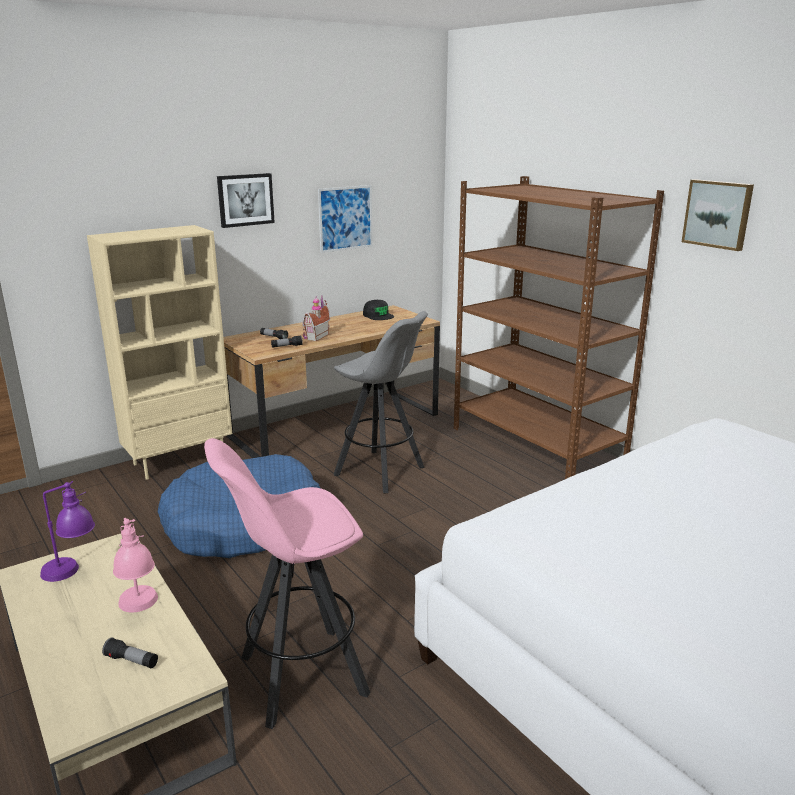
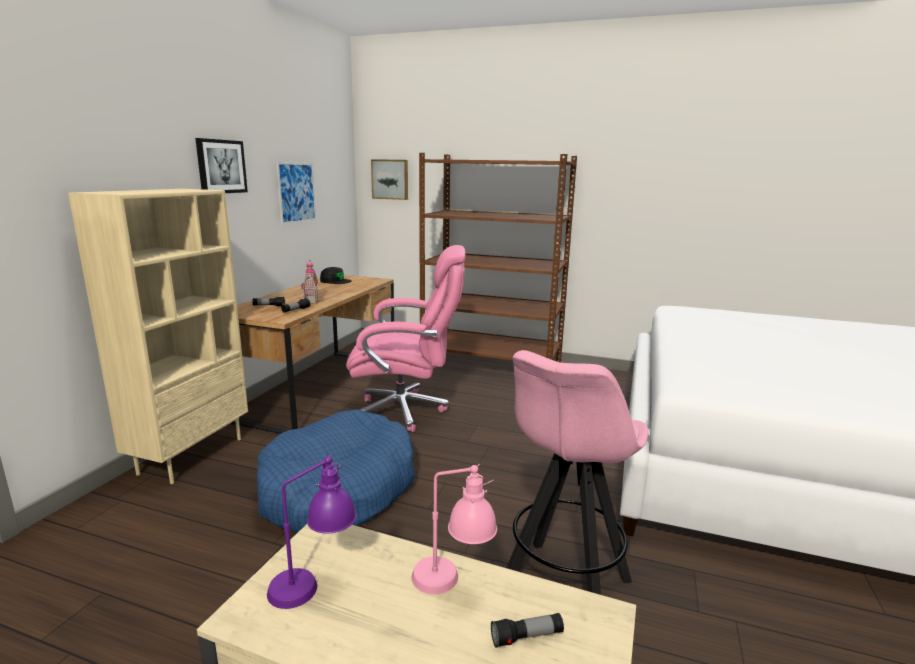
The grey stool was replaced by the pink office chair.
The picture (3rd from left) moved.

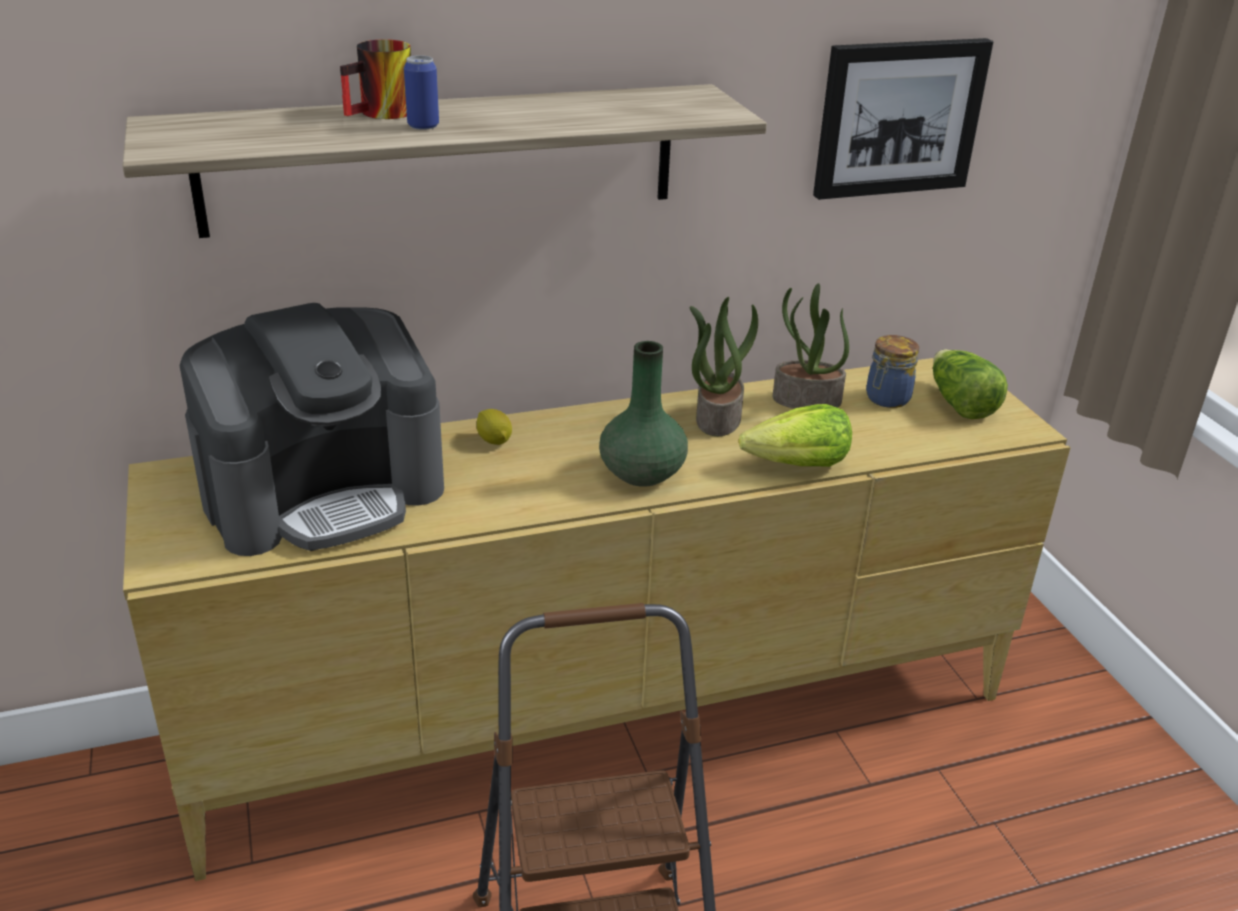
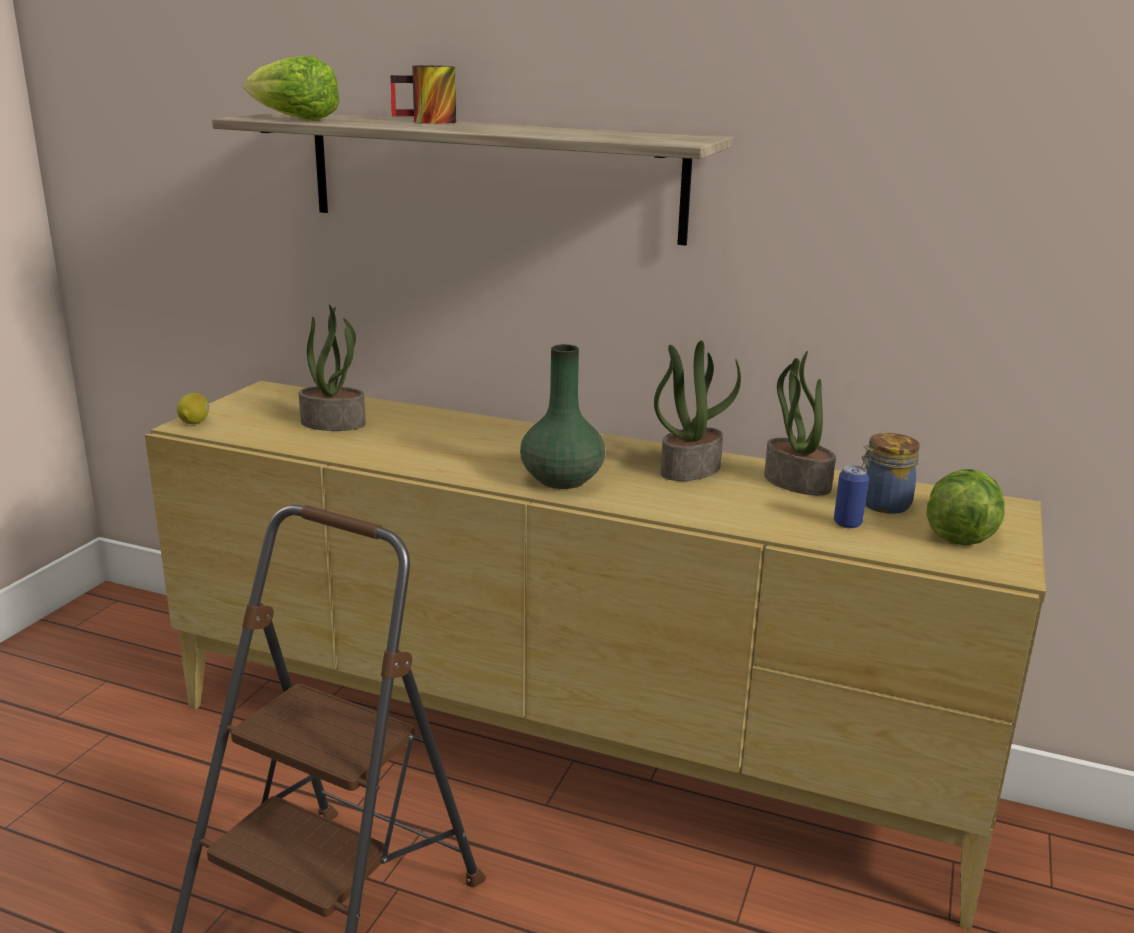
The coffee machine was replaced by the potted plant (1st from left).
The can moved.
The lemon moved.
The lettuce (1st from left) moved.
The picture disappeared.

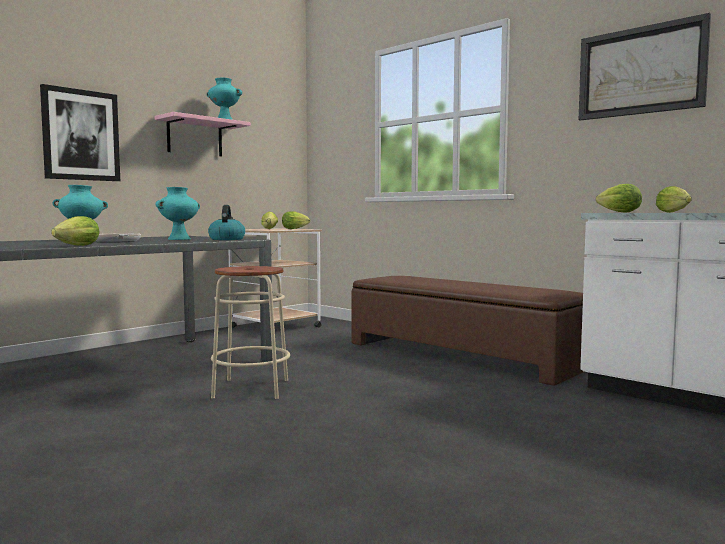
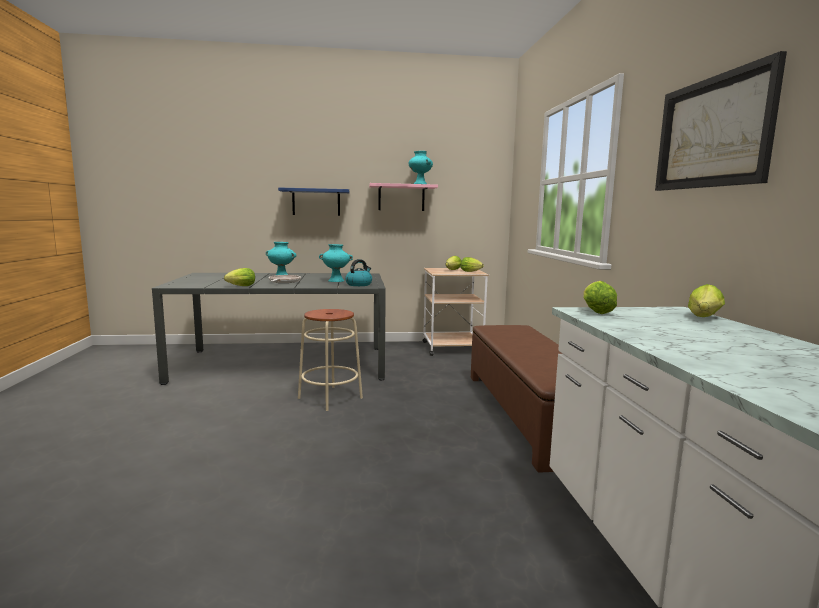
The picture (1st from left) was replaced by the blue shelf.

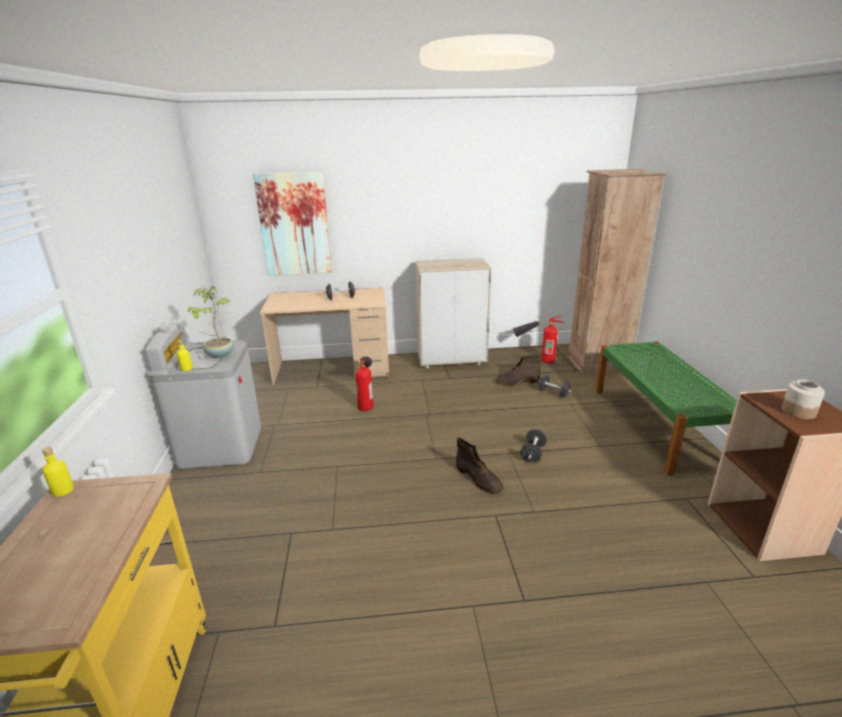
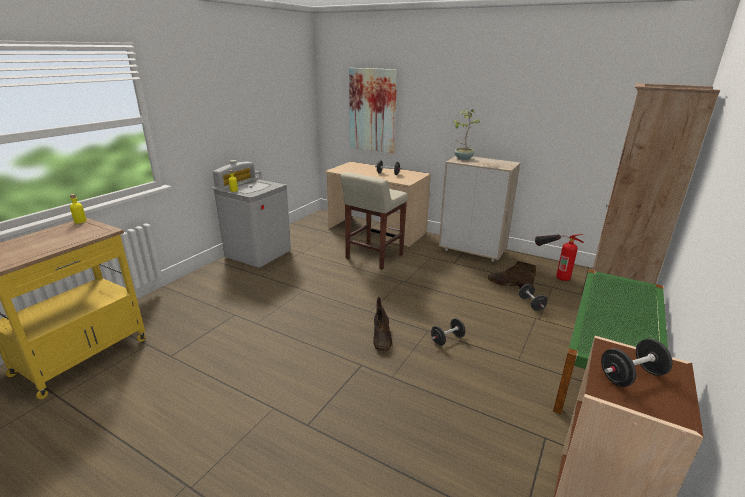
The potted plant moved.
The fire extinguisher (1st from left) was replaced by the beige stool.
The jar was replaced by the black dumbbell (4th from left).

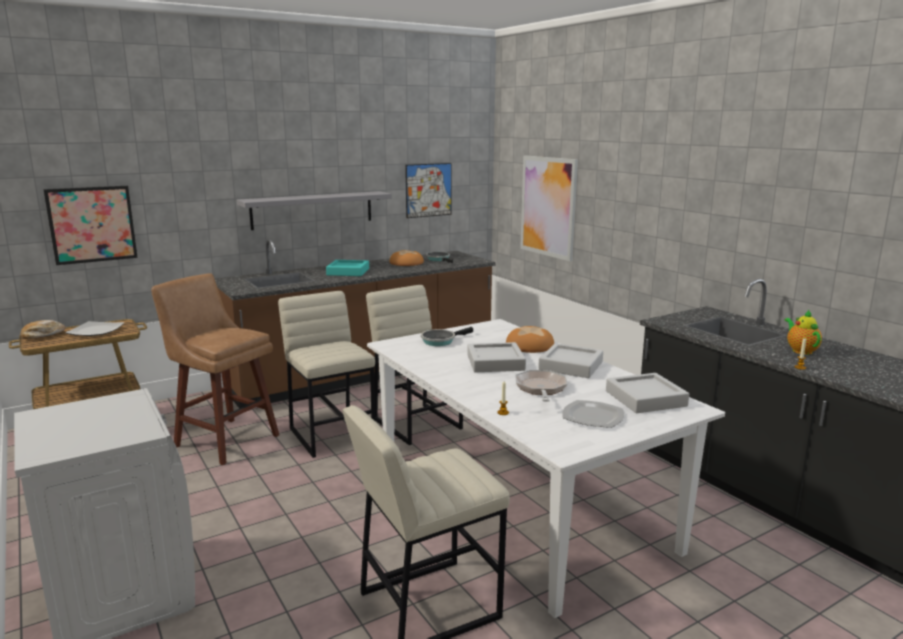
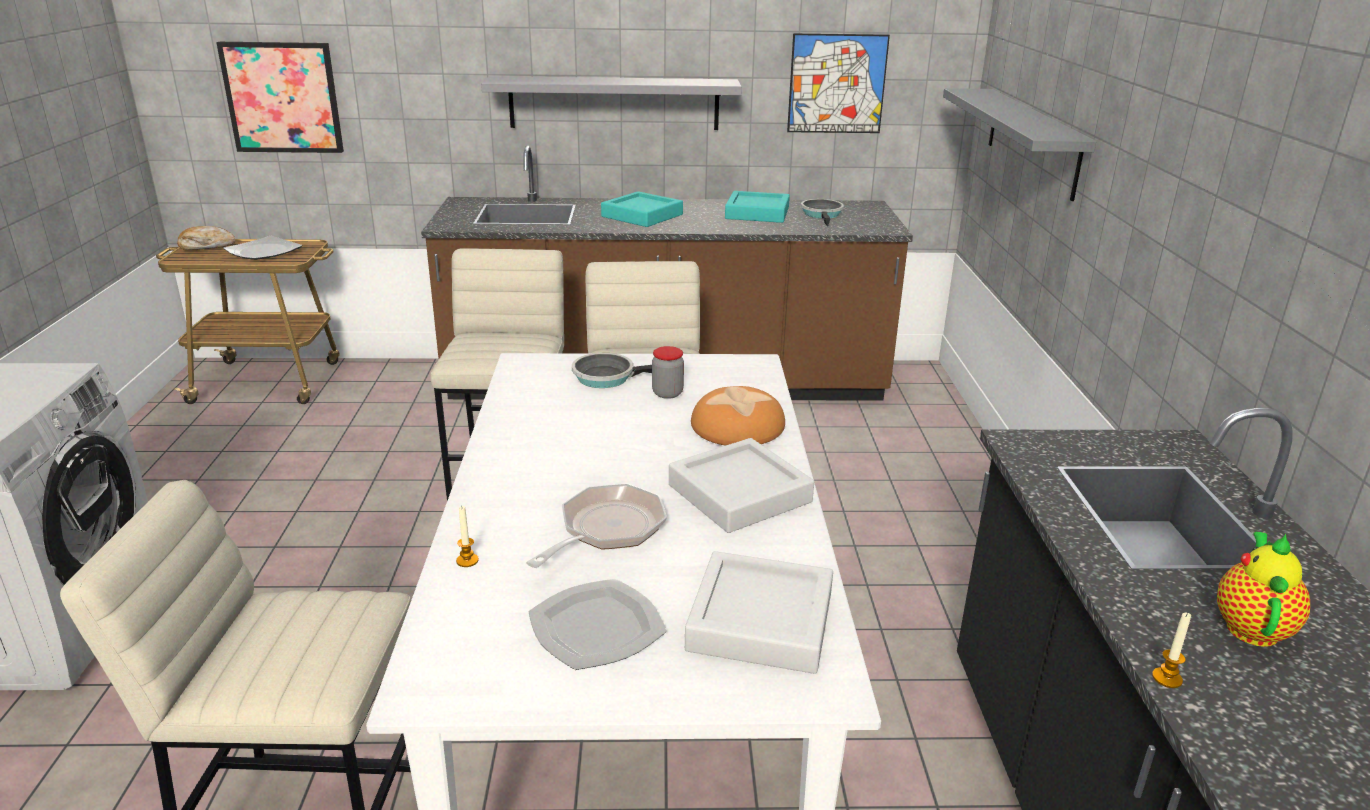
The brown stool disappeared.
The bread (2nd from left) was replaced by the turquoise tray (2nd from left).
The grey tray (1st from left) disappeared.
The picture (3rd from left) was replaced by the grey shelf (2nd from left).
The jar appeared.

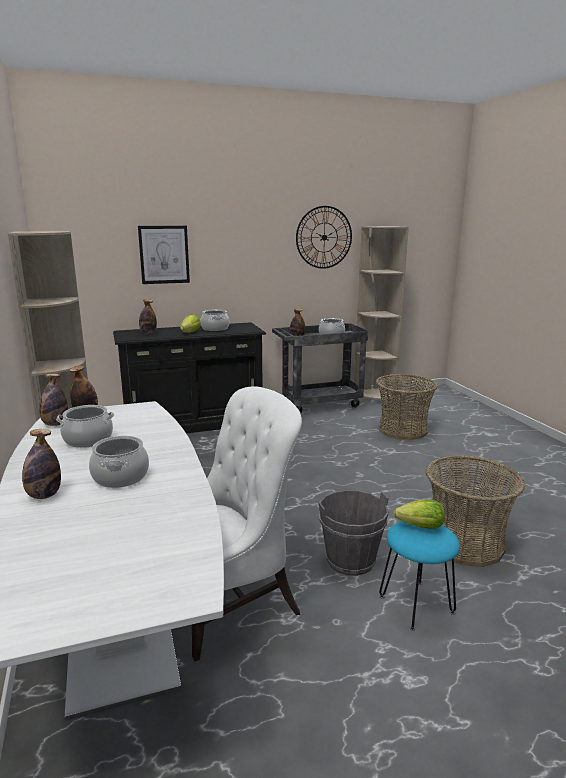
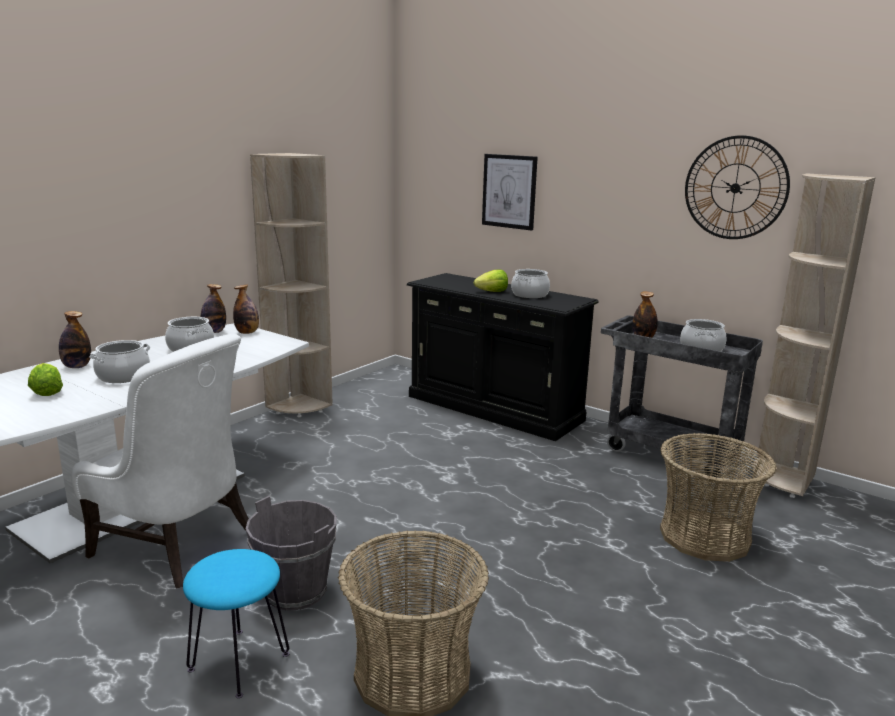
The bottle (4th from left) disappeared.
The lettuce (2nd from left in the first image) moved.

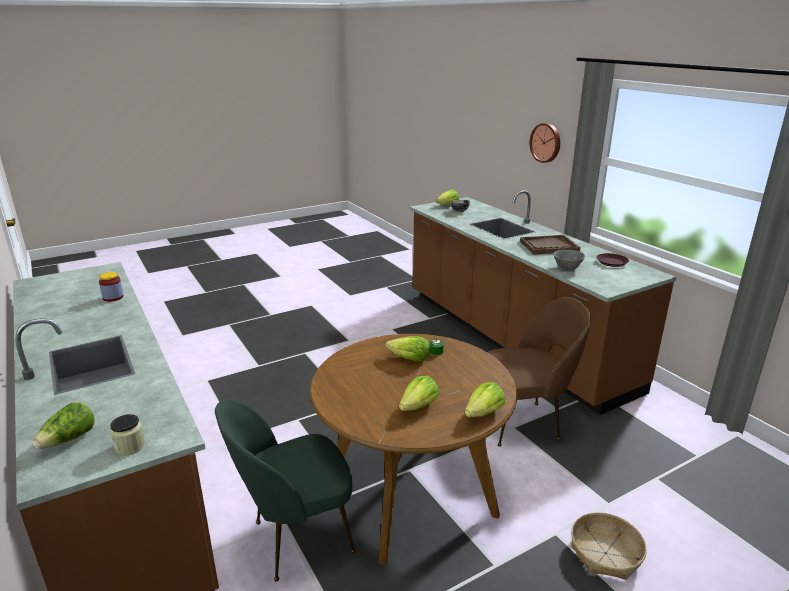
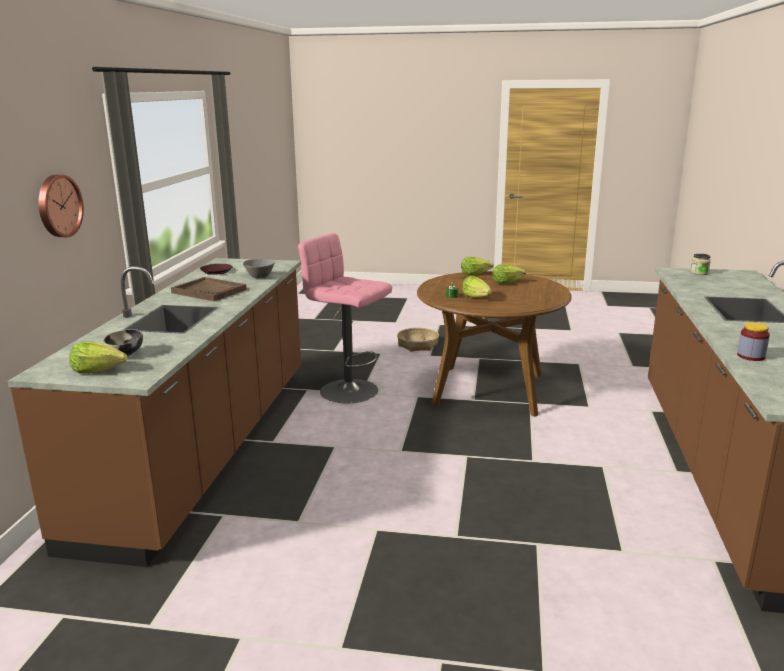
The lettuce (1st from left) disappeared.
The green chair disappeared.
The brown chair was replaced by the pink stool.

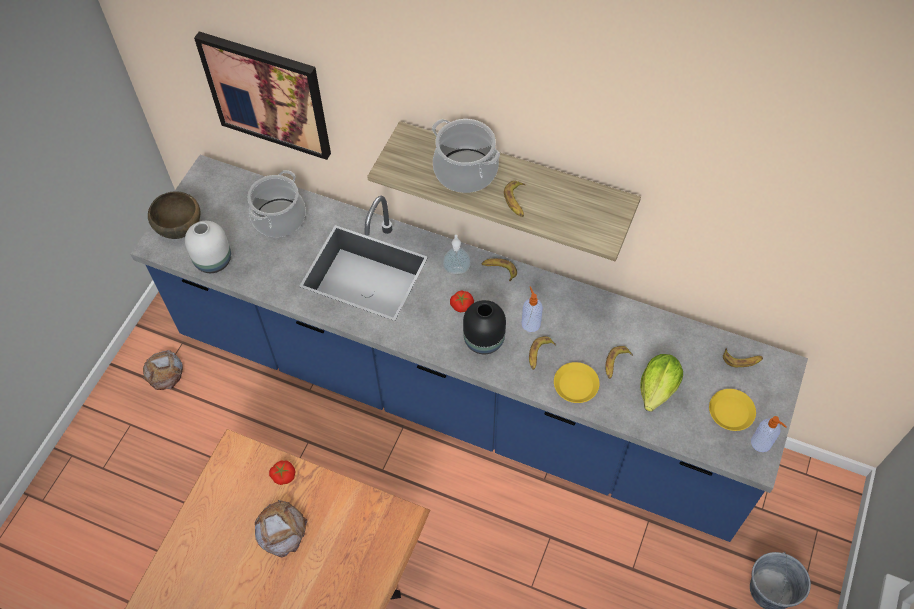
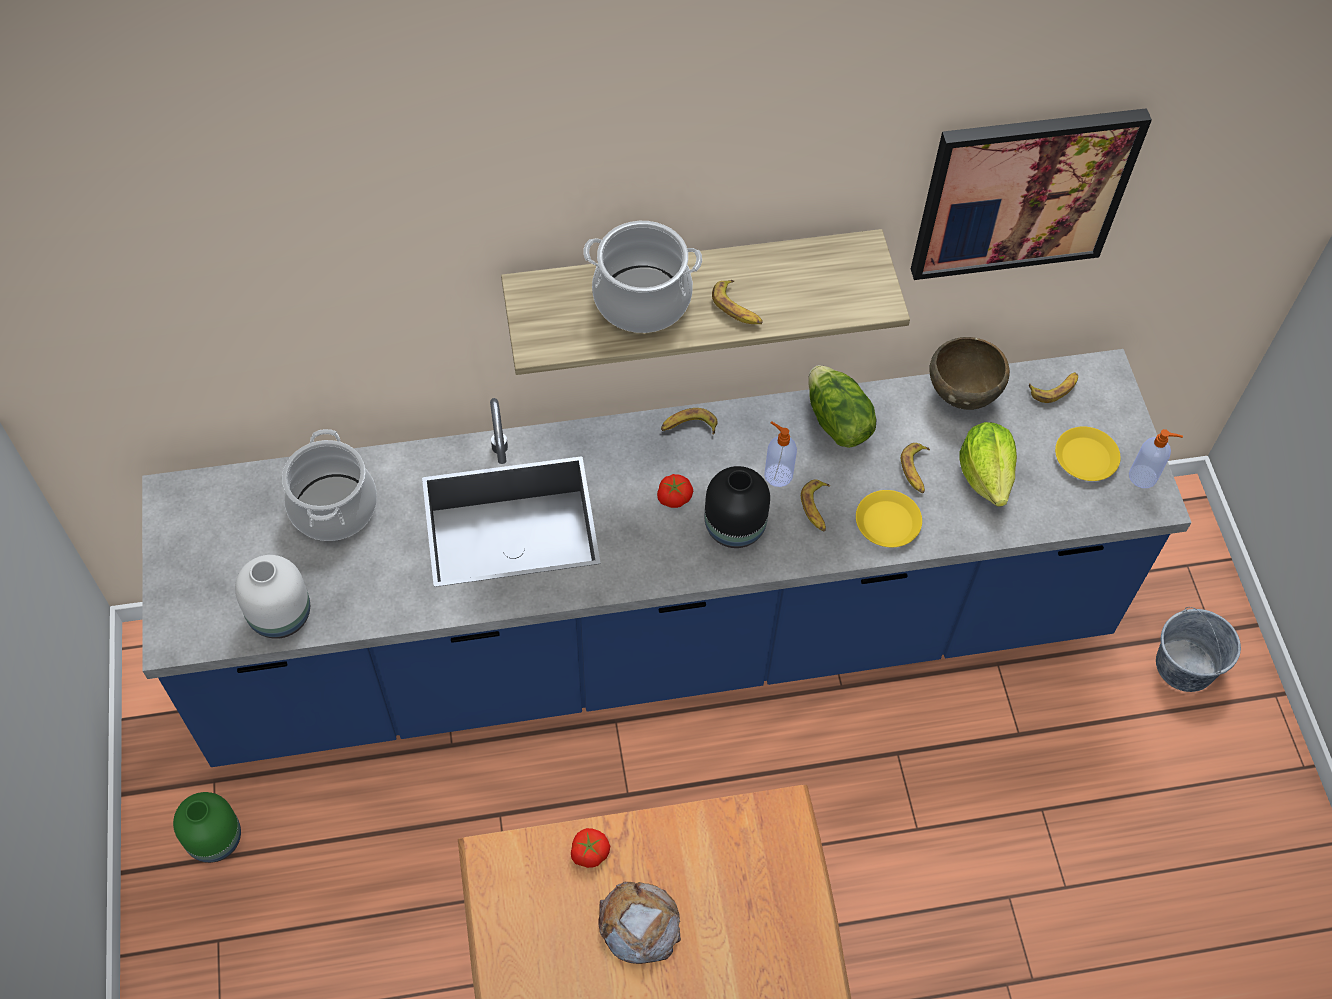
The bread (1st from left) was replaced by the green vase.
The brown bowl moved.
The picture moved.
The soap dispenser (1st from left) disappeared.
The lettuce (1st from left) appeared.

